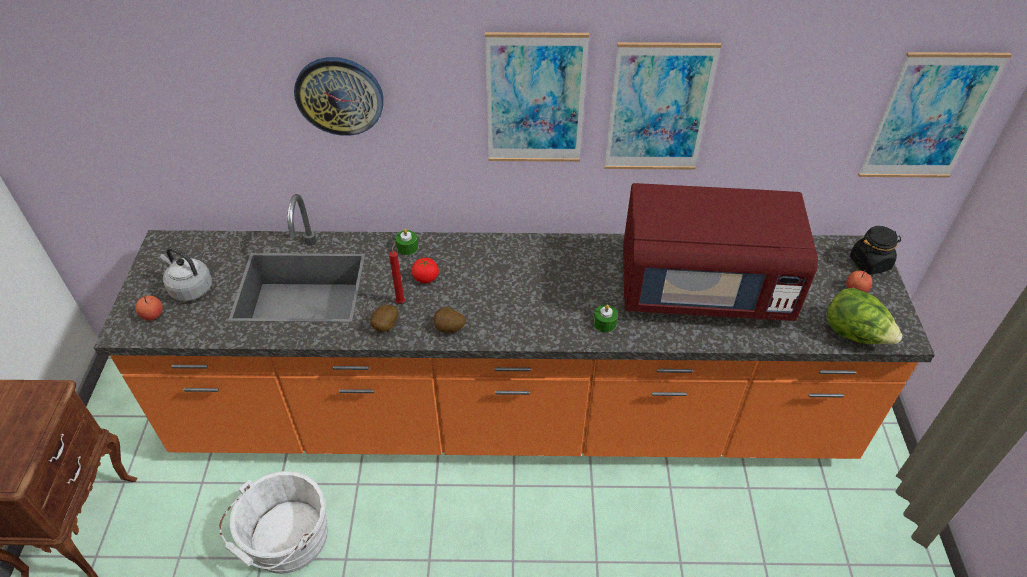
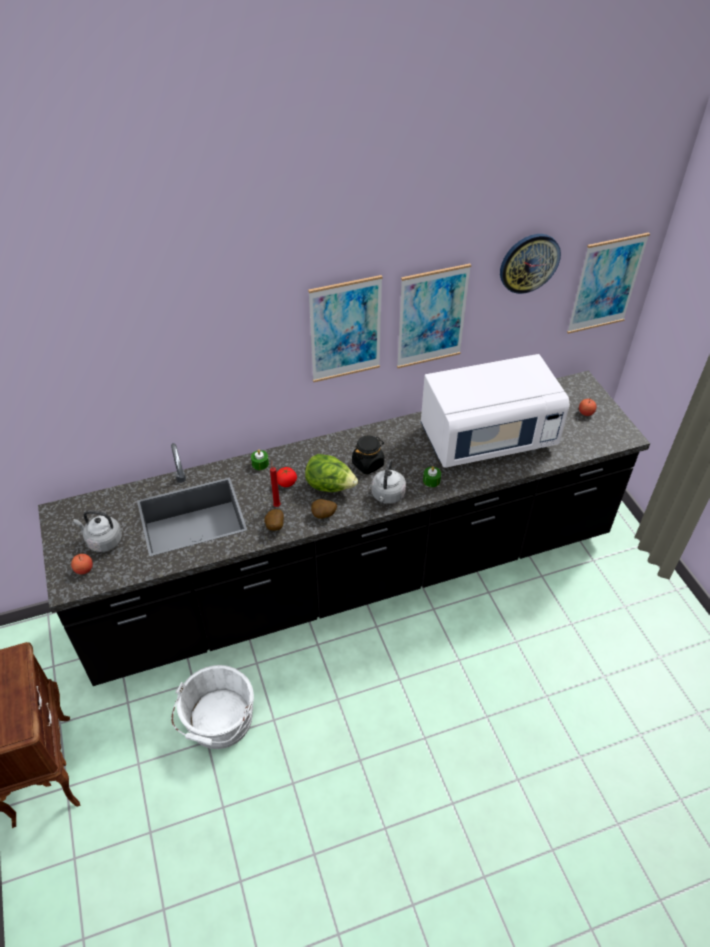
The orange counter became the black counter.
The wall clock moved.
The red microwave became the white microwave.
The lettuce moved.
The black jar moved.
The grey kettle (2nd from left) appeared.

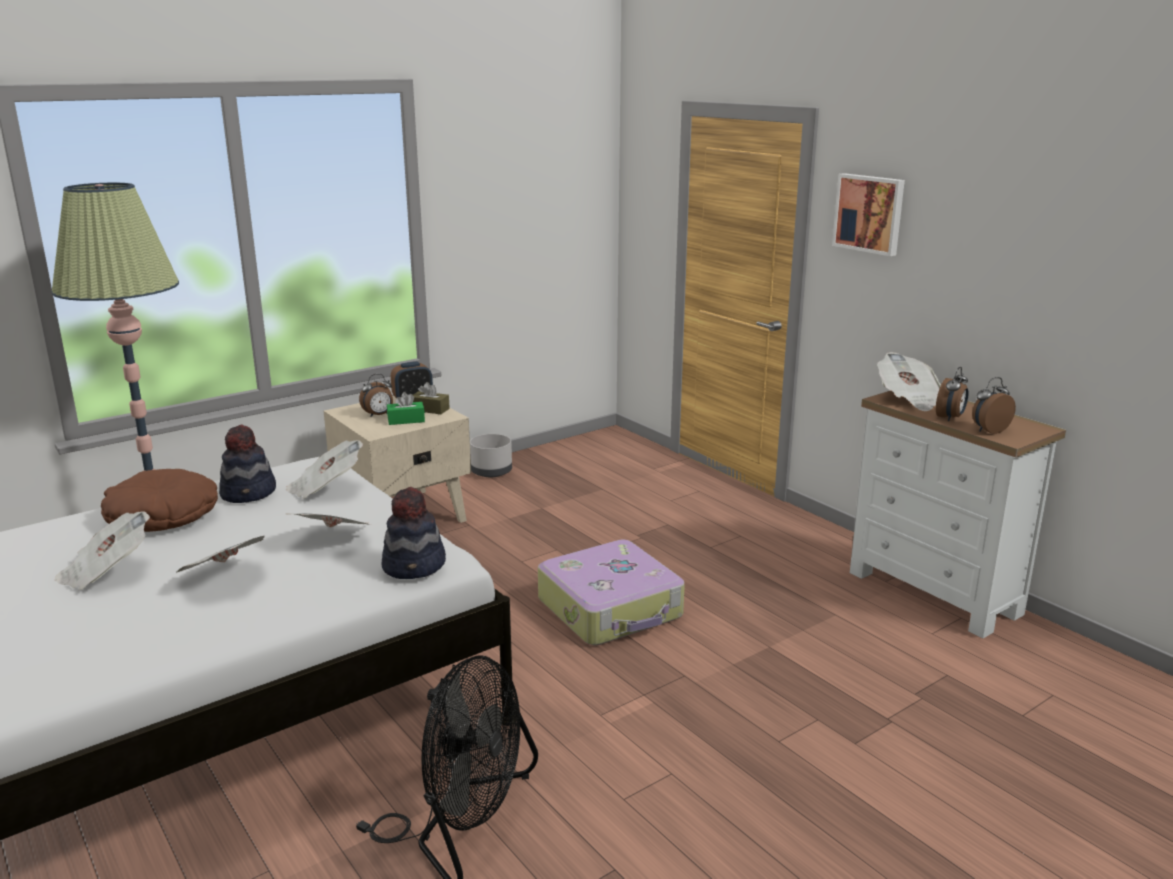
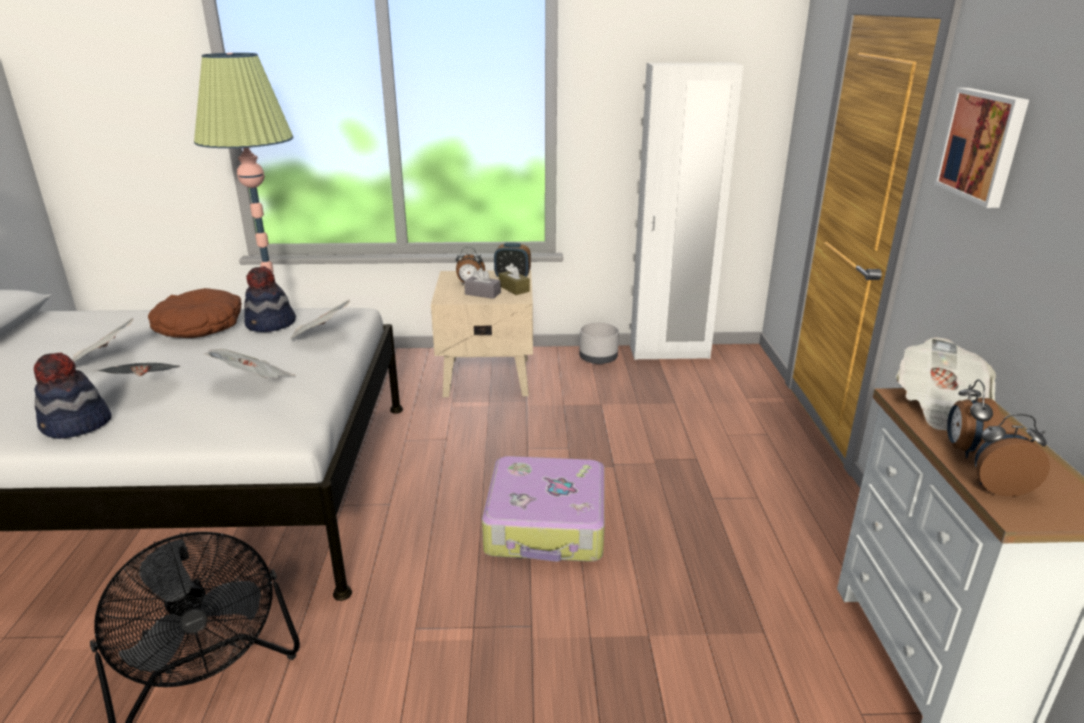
The hat (2nd from left in the first image) moved.
The green tissue box became the grey tissue box.
The alarm clock (3rd from left) turned 120 degrees clockwise.
The white wardrobe appeared.

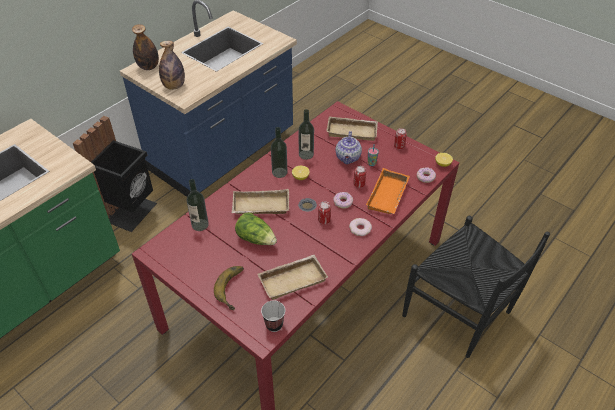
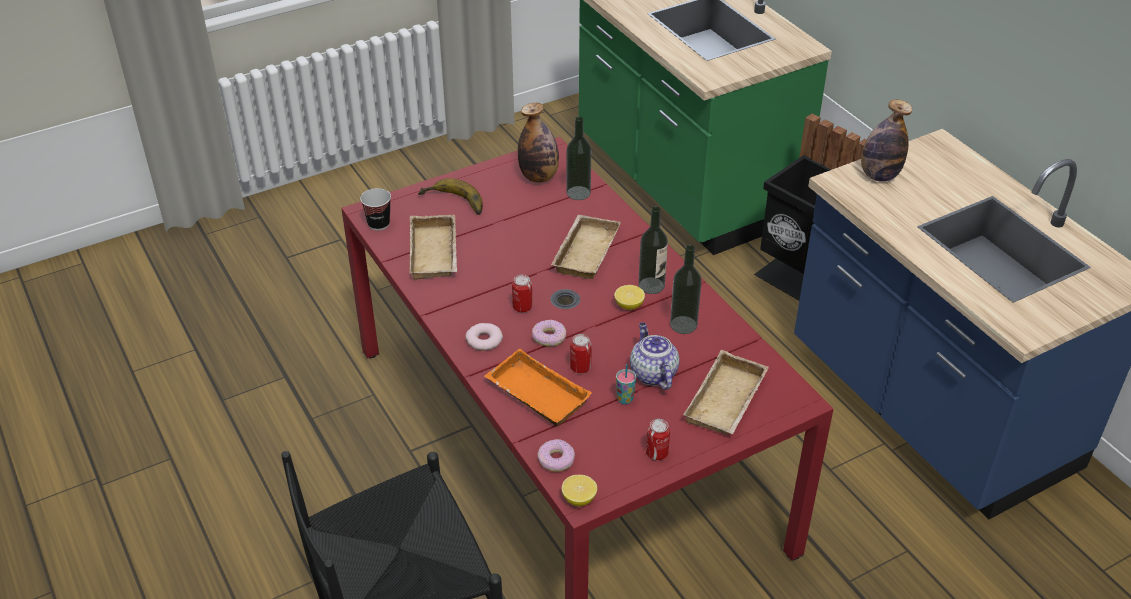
The bottle (1st from left) moved.
The lettuce disappeared.
The teapot turned 45 degrees clockwise.

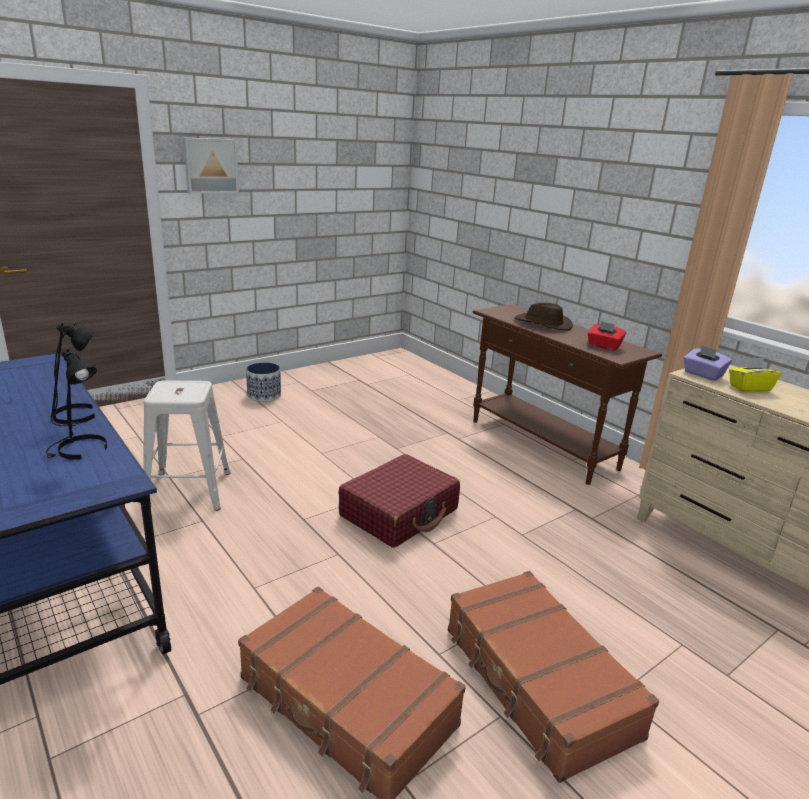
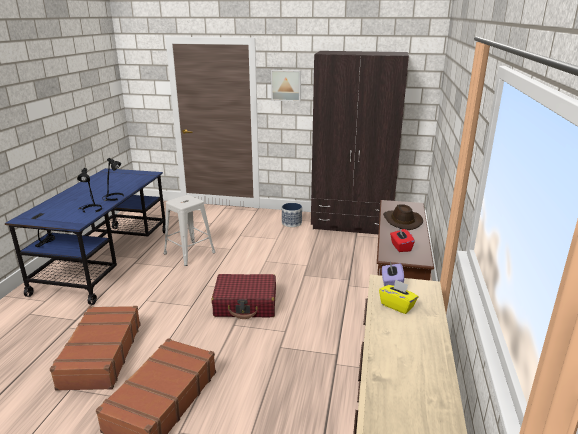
The brown wardrobe appeared.

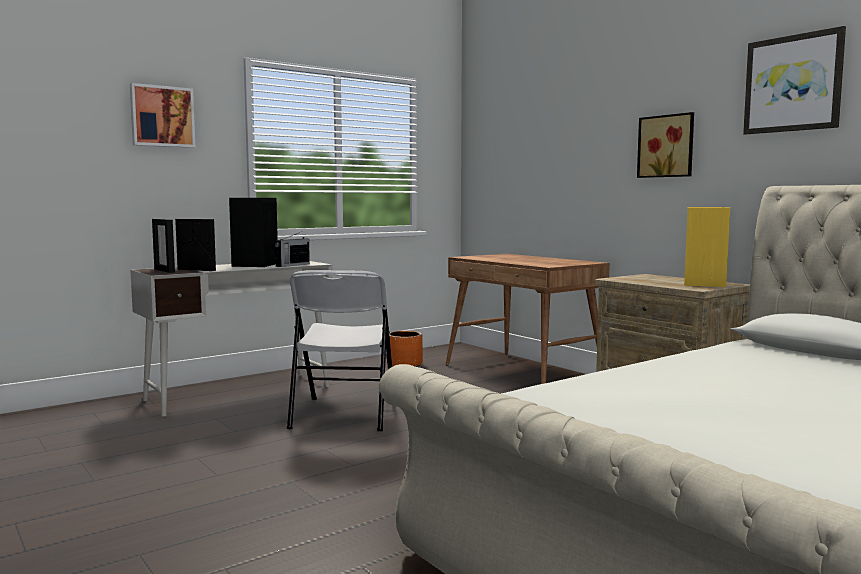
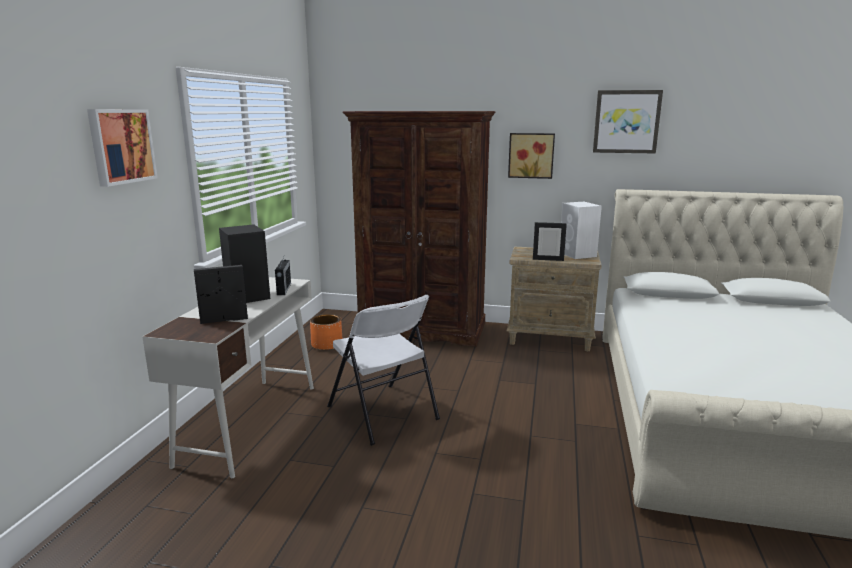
The picture frame (1st from left in the first image) moved.
The brown desk was replaced by the brown wardrobe.
The yellow speaker became the white speaker.

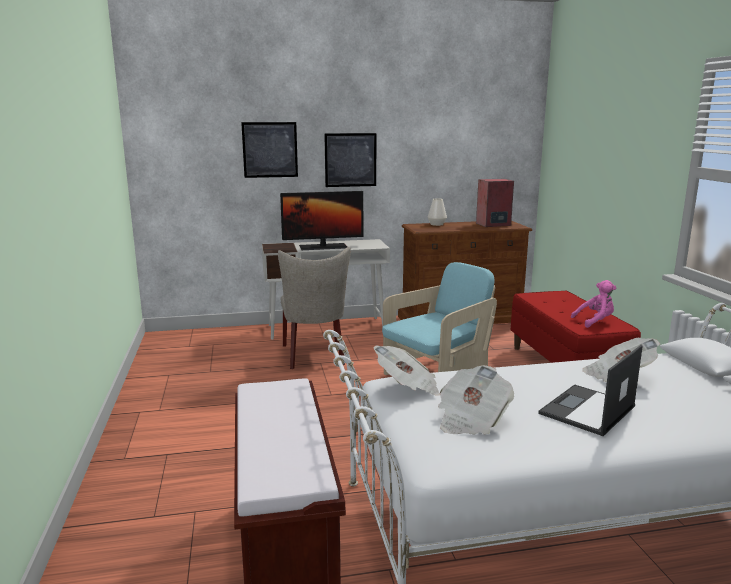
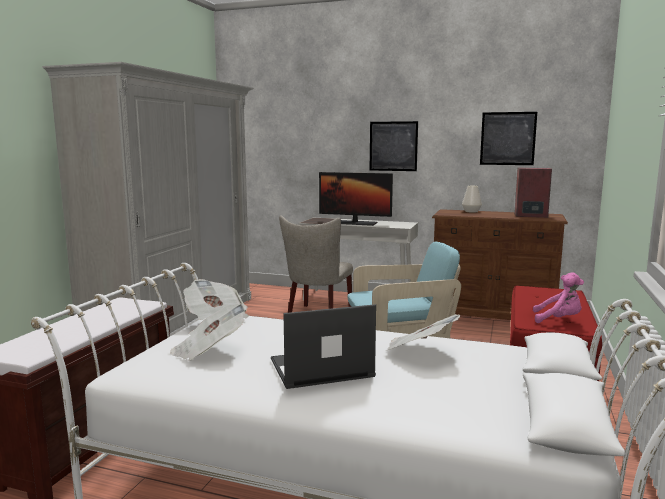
The picture (1st from left in the first image) moved.
The white wardrobe appeared.

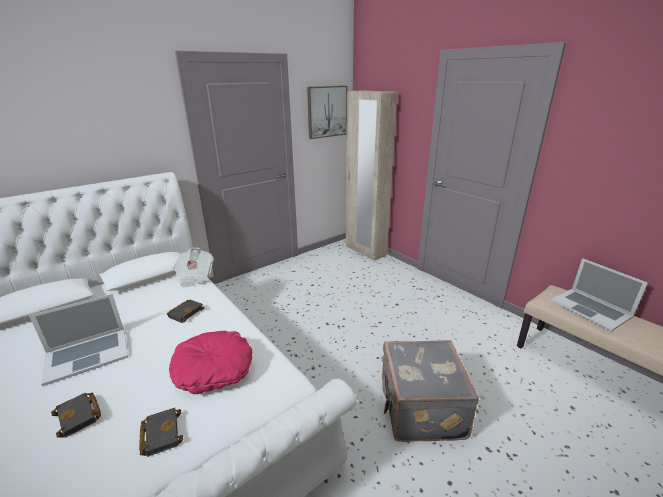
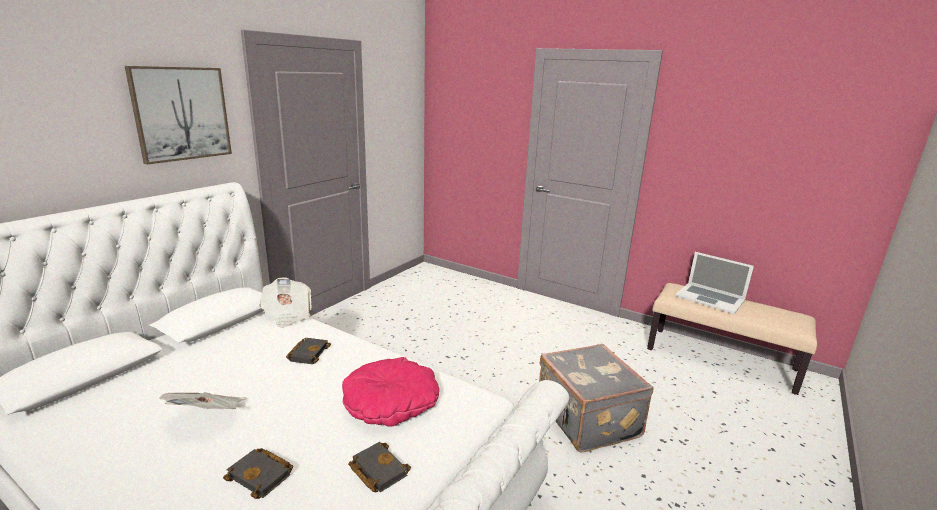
The laptop (1st from left) was replaced by the newspaper (1st from left).
The picture moved.
The beige wardrobe disappeared.

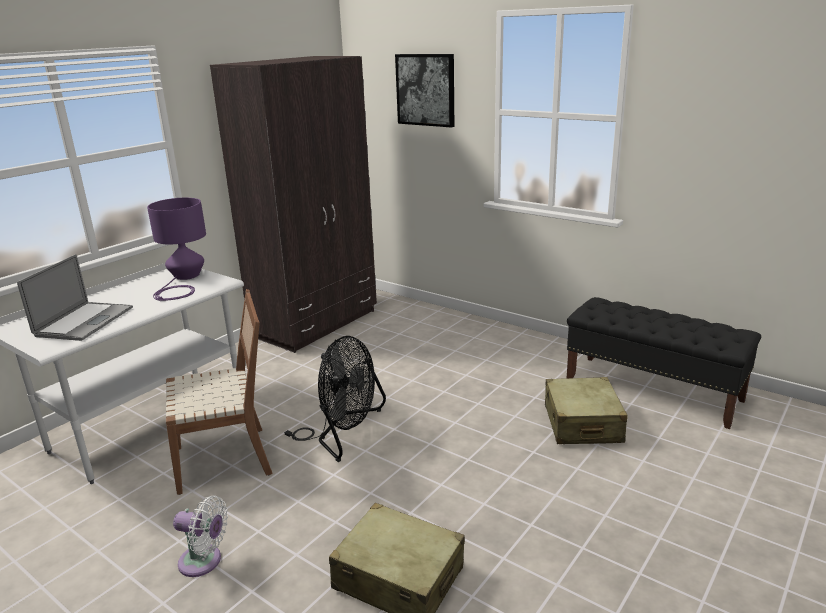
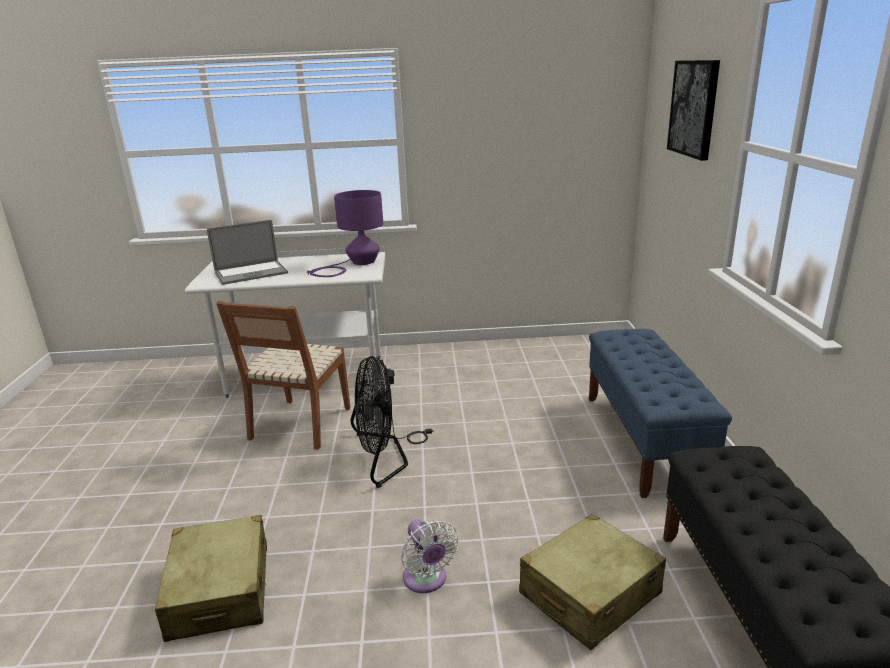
The chair turned 75 degrees clockwise.
The white fan moved.
The brown wardrobe disappeared.
The black fan turned 90 degrees clockwise.
The blue bench appeared.

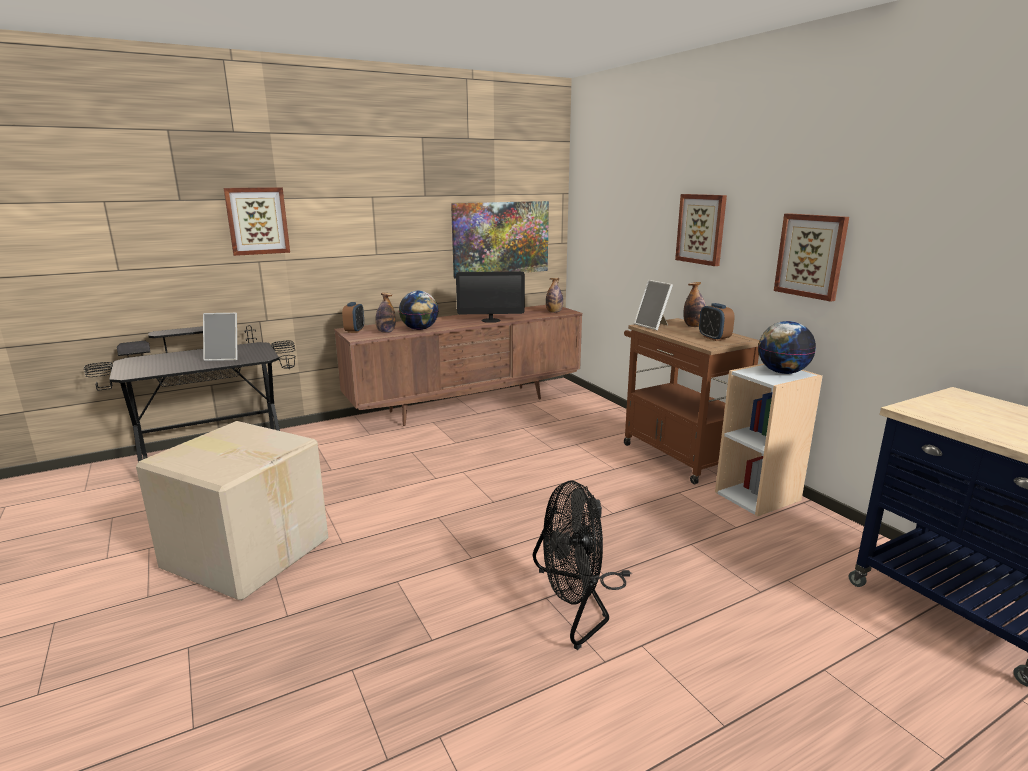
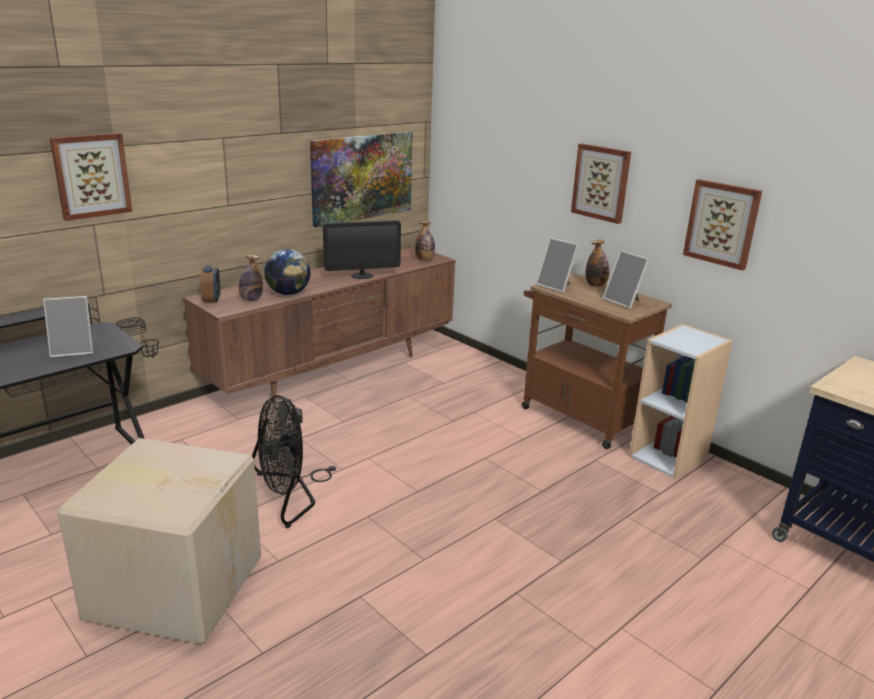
The black fan moved.
The alarm clock (2nd from left) was replaced by the picture frame (3rd from left).
The globe (2nd from left) disappeared.

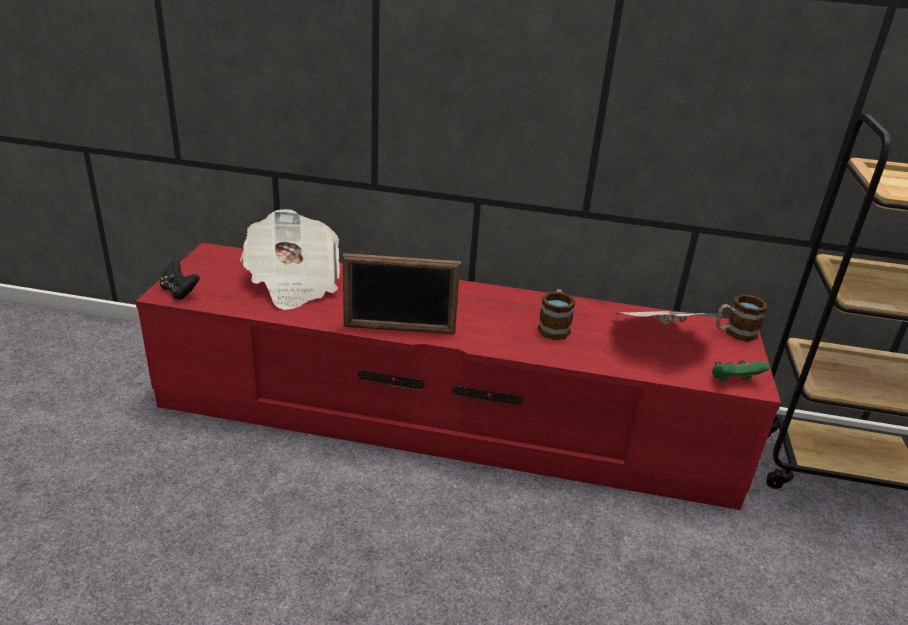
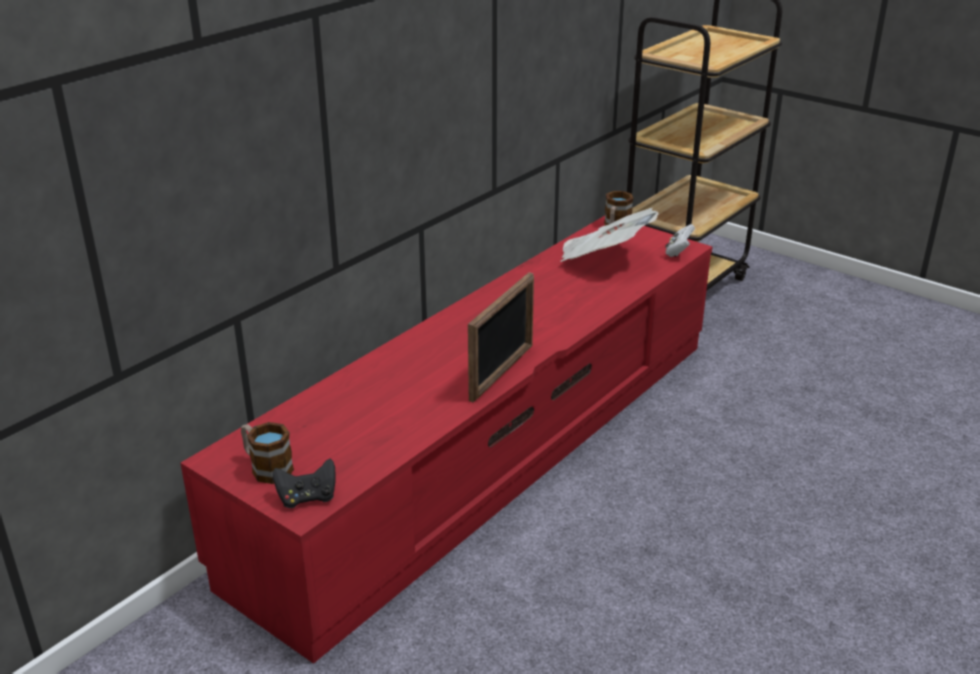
The newspaper (1st from left) disappeared.
The mug (1st from left) moved.
The green game controller became the white game controller.

